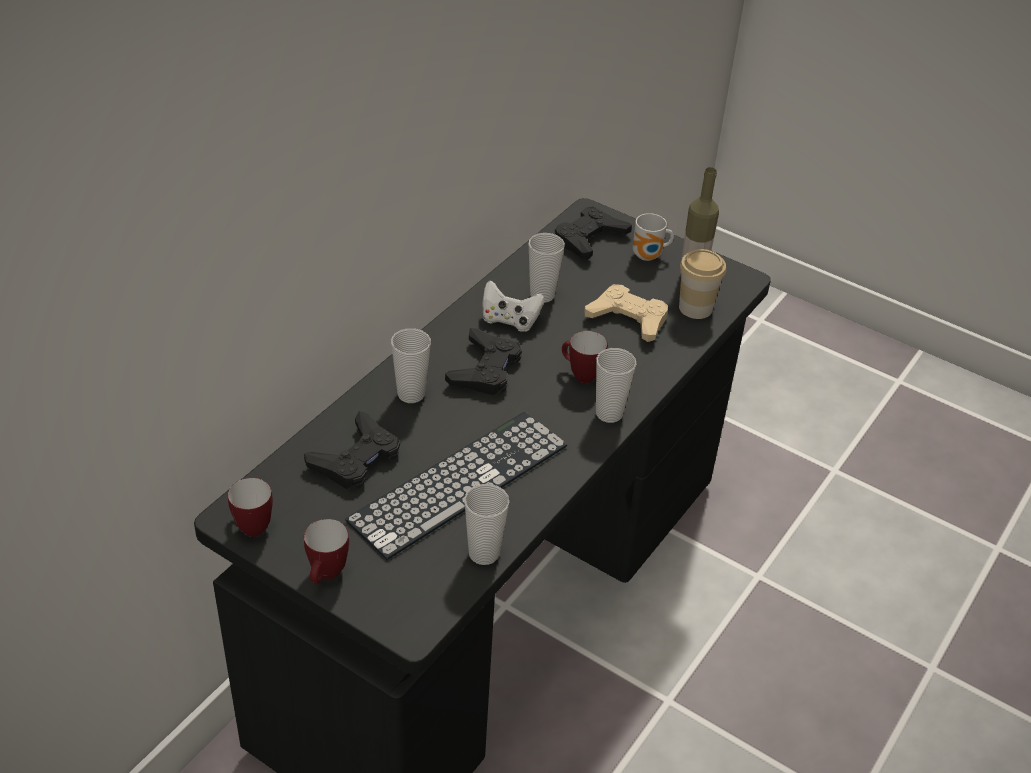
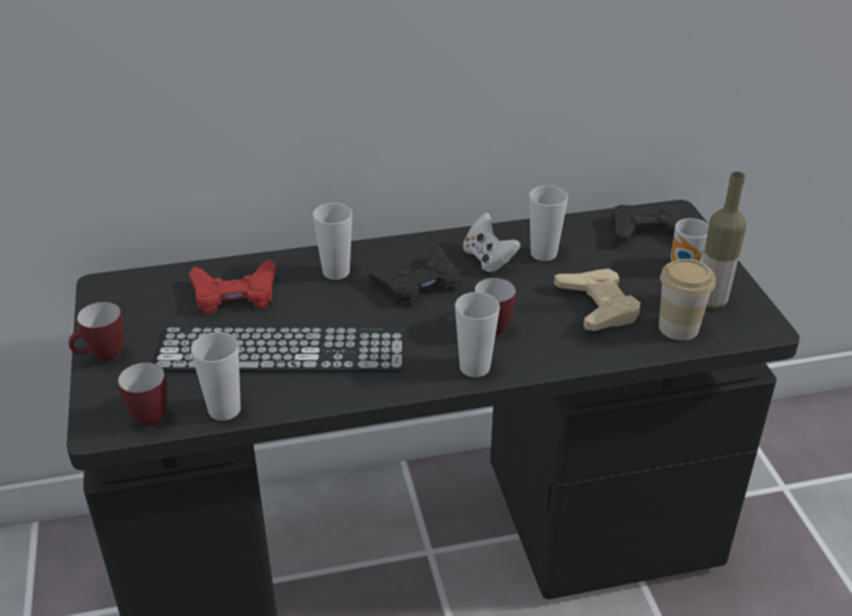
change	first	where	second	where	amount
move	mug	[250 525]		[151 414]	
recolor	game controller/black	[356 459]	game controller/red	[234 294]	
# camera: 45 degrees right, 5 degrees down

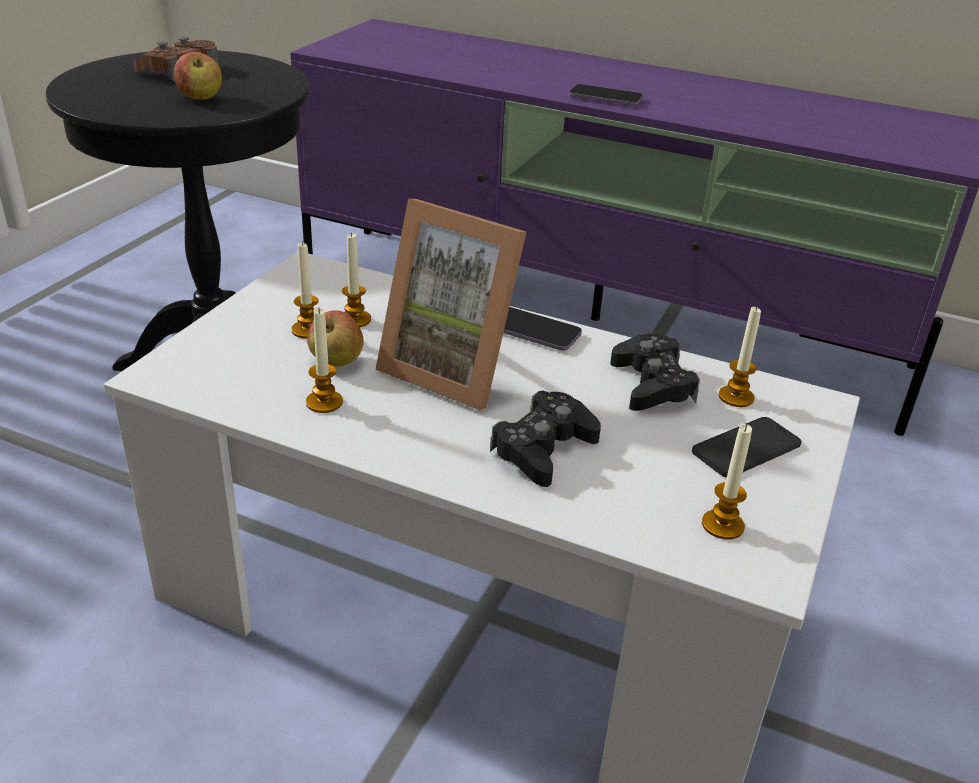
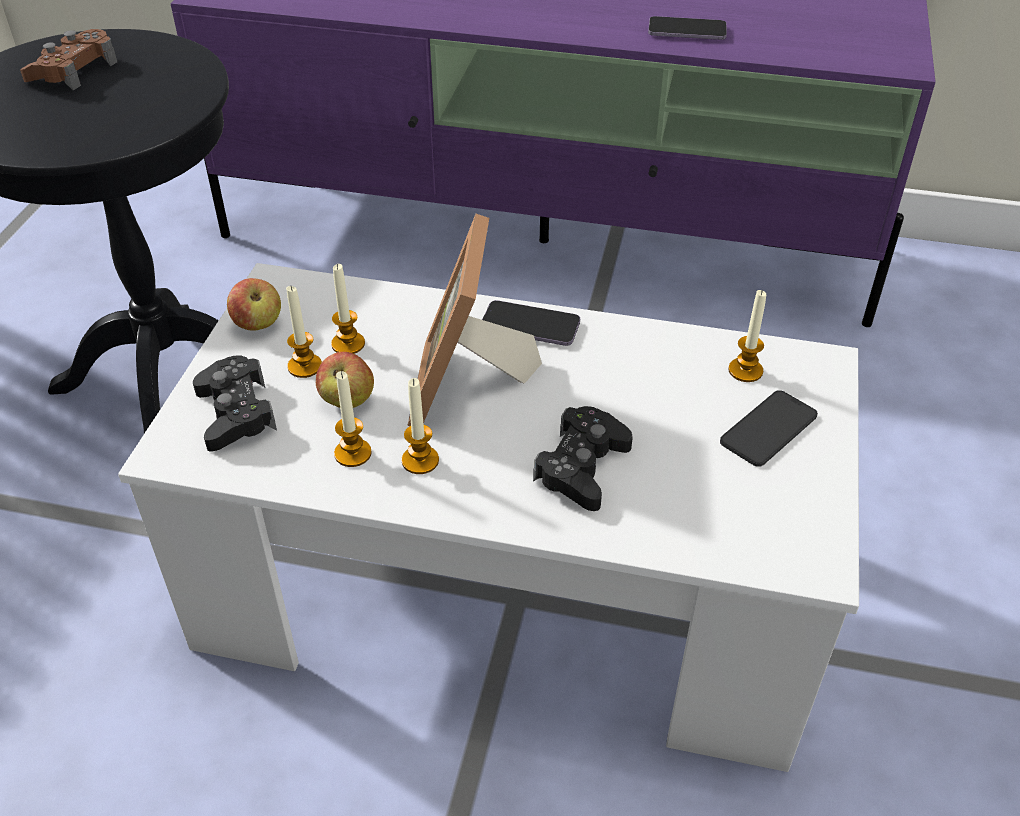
change	first	where	second	where	amount
move	game controller/black	[652 384]		[235 413]	
move	apple	[200 98]		[258 324]	
move	candle	[722 525]		[420 460]	
rotate	picture frame	[454 369]		[468 388]	75 degrees clockwise
move	phone	[605 98]		[687 31]	
# camera: 10 degrees left, 10 degrees up

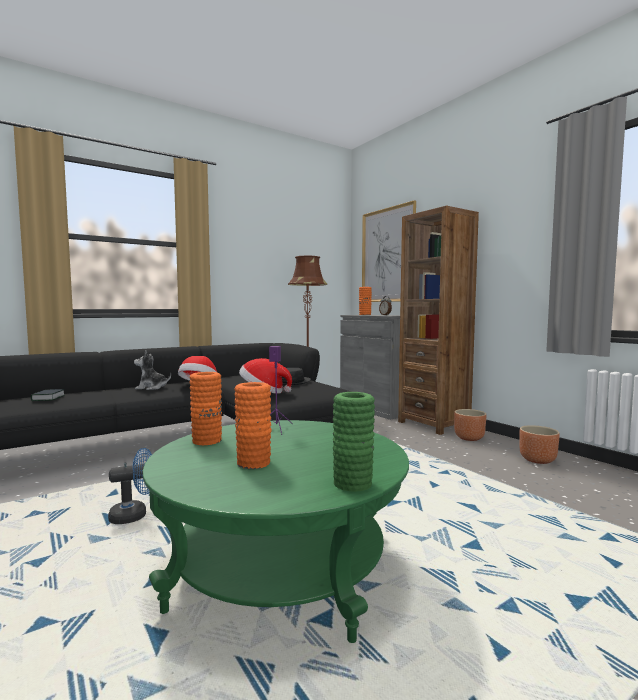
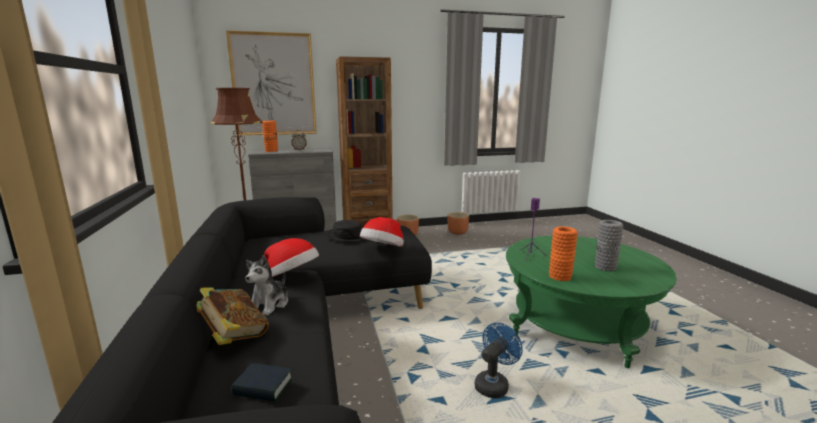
change	first	where	second	where	amount
insert			book	[234 336]	
rotate	fan/blue	[134 515]		[494 384]	45 degrees clockwise
recolor	vase/orange	[253 462]	vase/grey	[605 267]	
delete	vase/green	[353 483]			
# camera: 70 degrees left, 10 degrees up

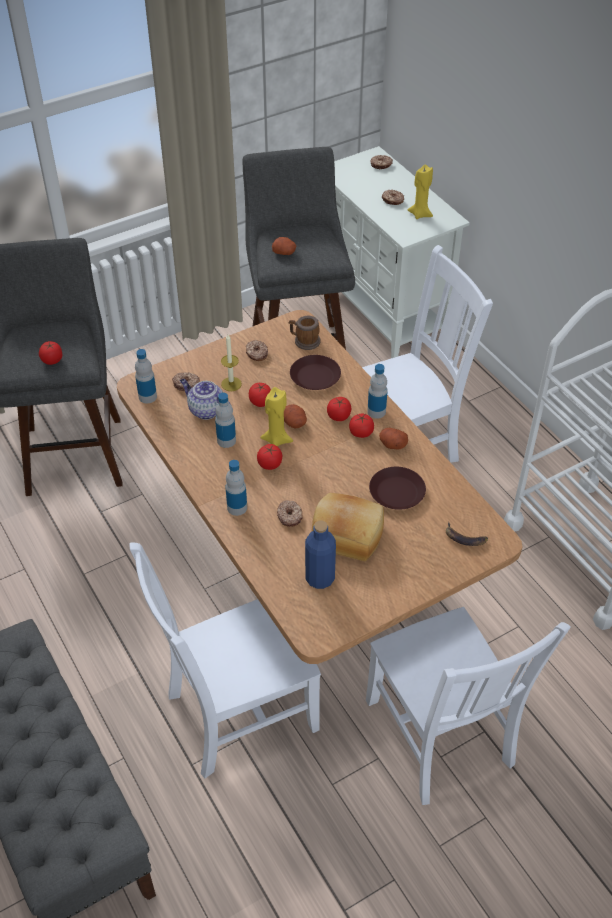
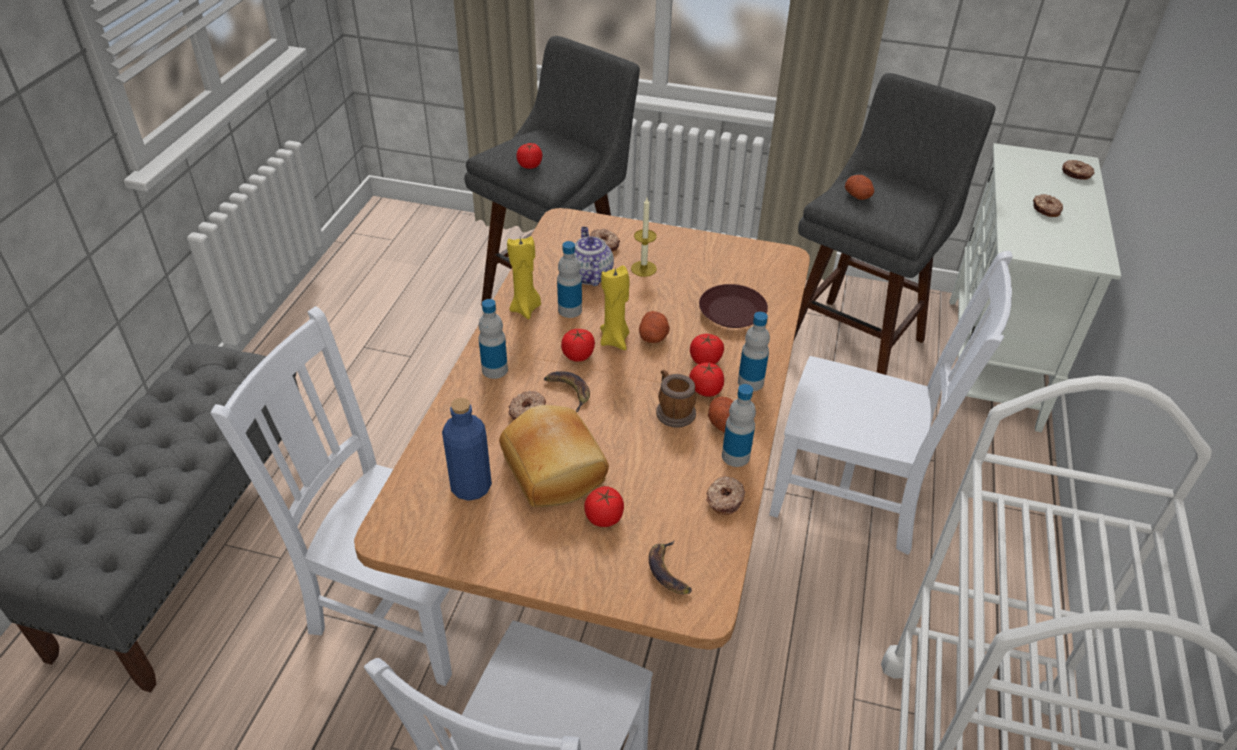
change	first	where	second	where	amount
move	candle/yellow	[420 214]		[526 308]	
insert			banana	[568 391]	
move	tomato	[260 402]		[604 517]	
move	mug	[304 341]		[673 410]	
move	donut	[256 354]		[724 499]	
move	bottle	[147 397]		[735 456]	
delete	plate/brown	[397 493]			
# camera: 45 degrees right, 5 degrees down

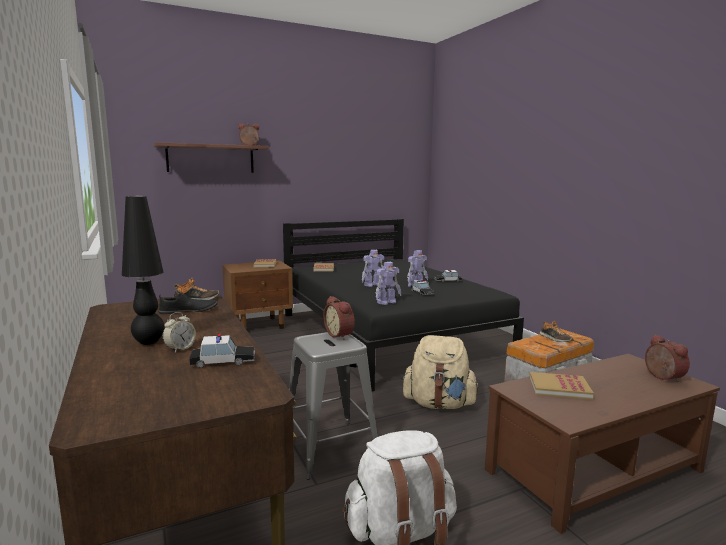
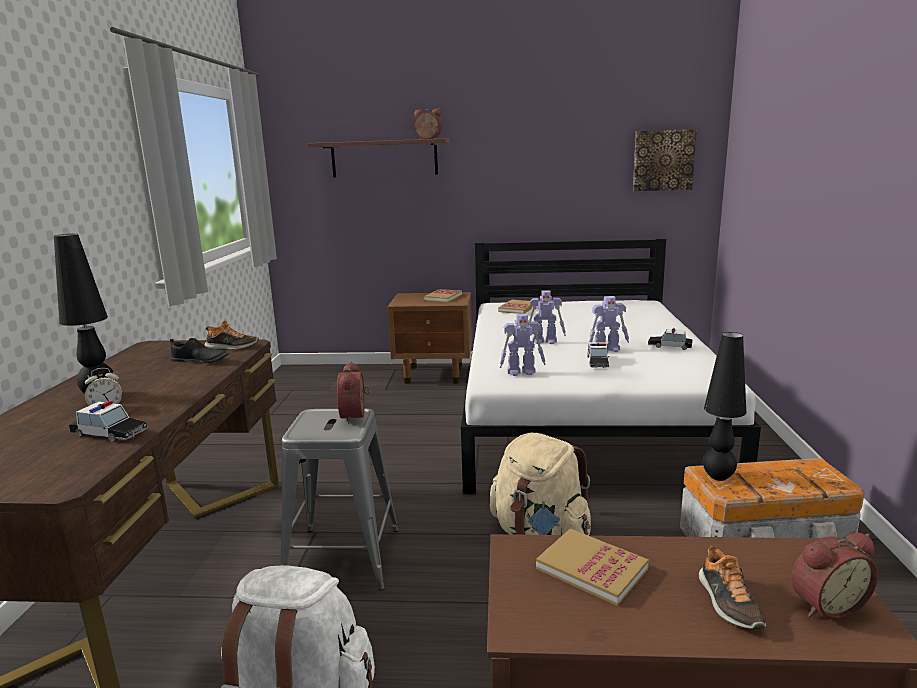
change	first	where	second	where	amount
recolor	bed/black	[388 335]	bed/white	[582 415]	
insert			picture	[663 160]	
move	shoe	[555 338]		[728 603]	
insert			table lamp/black	[717 477]	
rotate	alarm clock	[662 377]		[825 604]	60 degrees clockwise
# camera: 30 degrees right, 5 degrees up

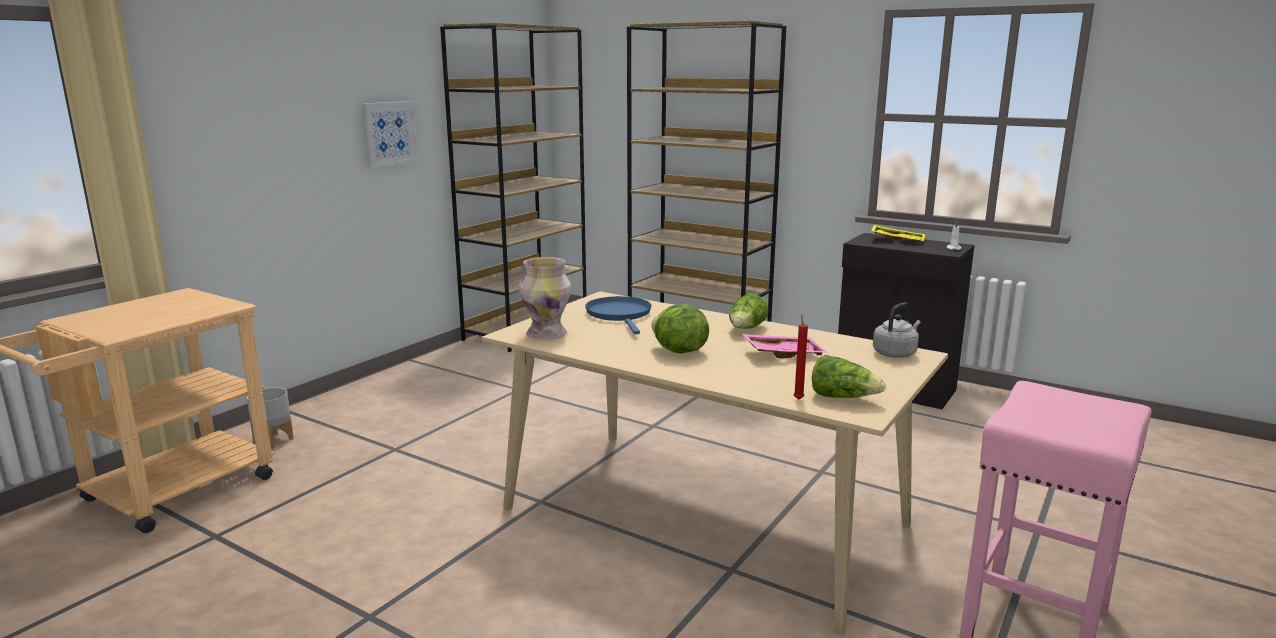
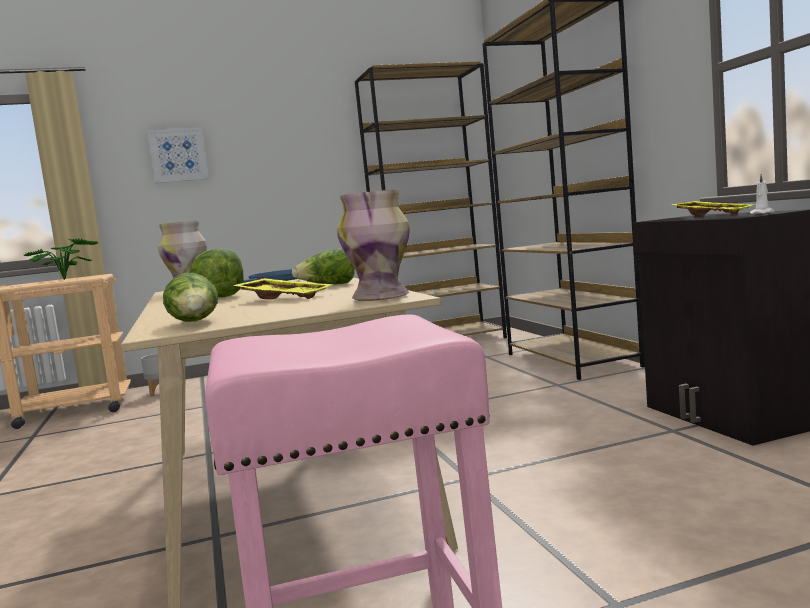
change	first	where	second	where	amount
insert			potted plant	[67 279]	
move	picture	[389 133]		[178 155]	
recolor	tray/pink	[783 353]	tray/yellow	[285 298]	
replace	kettle/grey	[896 353]	vase	[382 297]	
delete	candle/red	[798 399]			
# camera: 40 degrees right, 10 degrees down

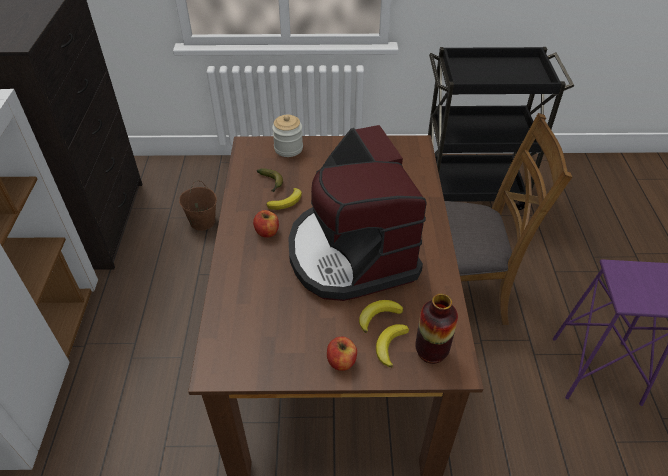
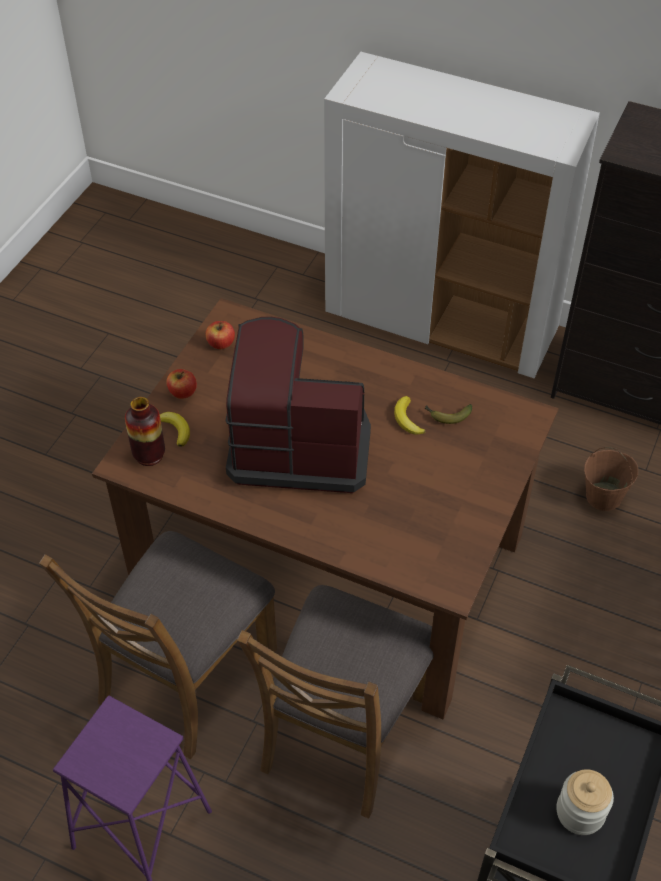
change	first	where	second	where	amount
insert			chair/brown	[185 676]	
move	apple	[267 232]		[221 343]	
move	jar	[288 148]		[580 812]	
delete	banana	[378 316]			
# camera: 115 degrees right, 5 degrees up

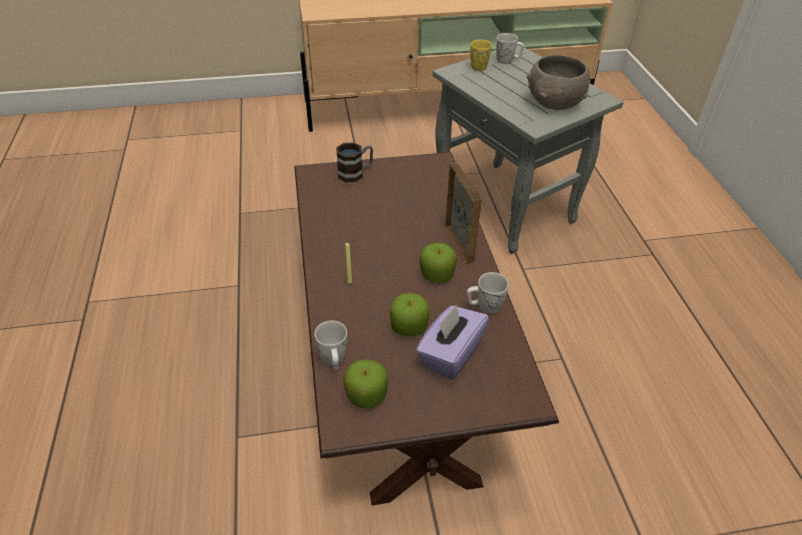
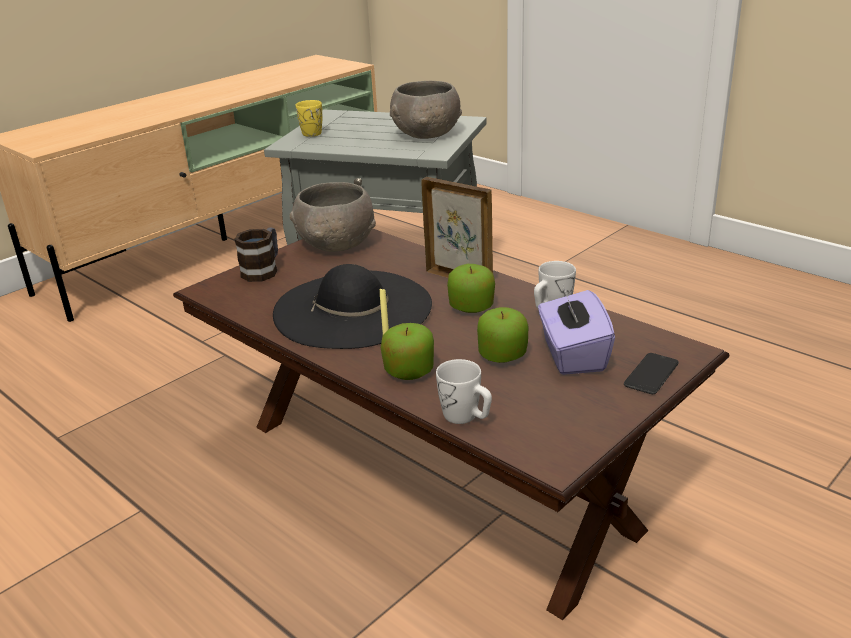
change	first	where	second	where	amount
insert			hat/black	[353 309]	
insert			bowl/grey	[336 244]	
move	apple	[366 394]		[409 371]	
insert			phone	[651 374]	
delete	mug/white	[507 60]			
# camera: 35 degrees left, 15 degrees down

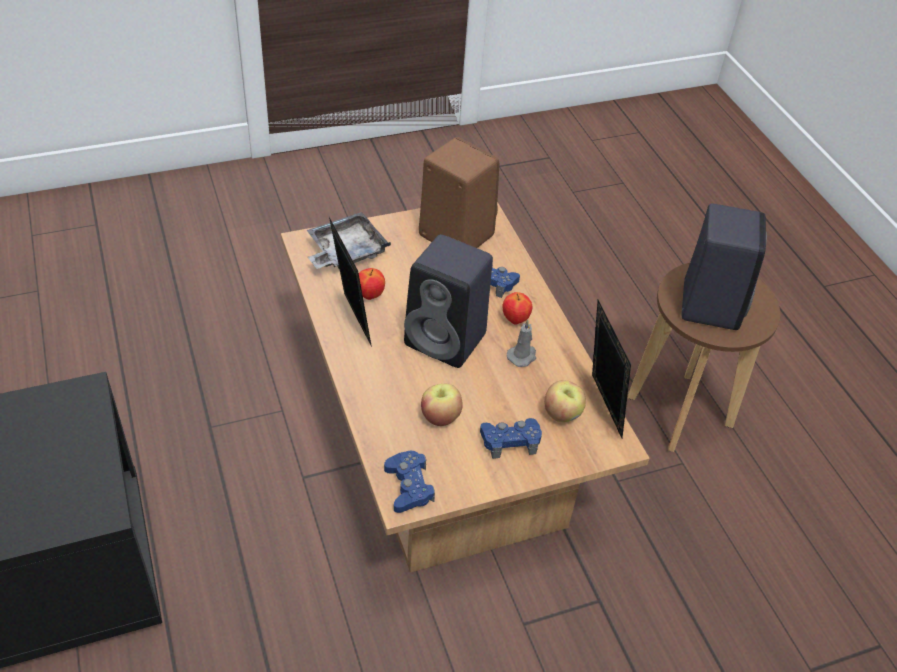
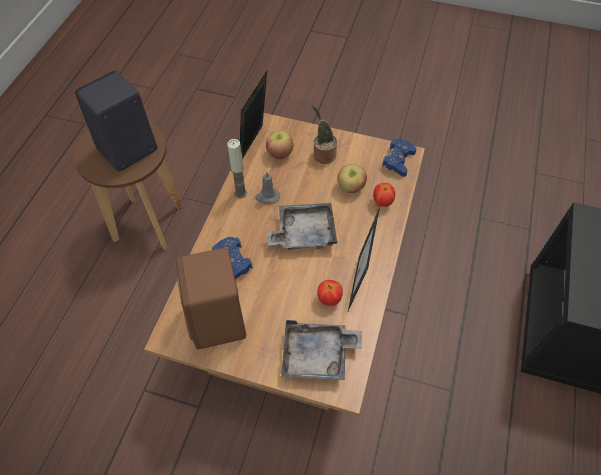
change	first	where	second	where	amount
insert			candle	[240 193]	
replace	speaker/black	[448 340]	tray/grey	[304 233]	
replace	game controller/blue	[510 441]	potted plant	[323 154]	
move	apple	[515 319]		[382 202]	
# camera: 140 degrees left, 10 degrees up

